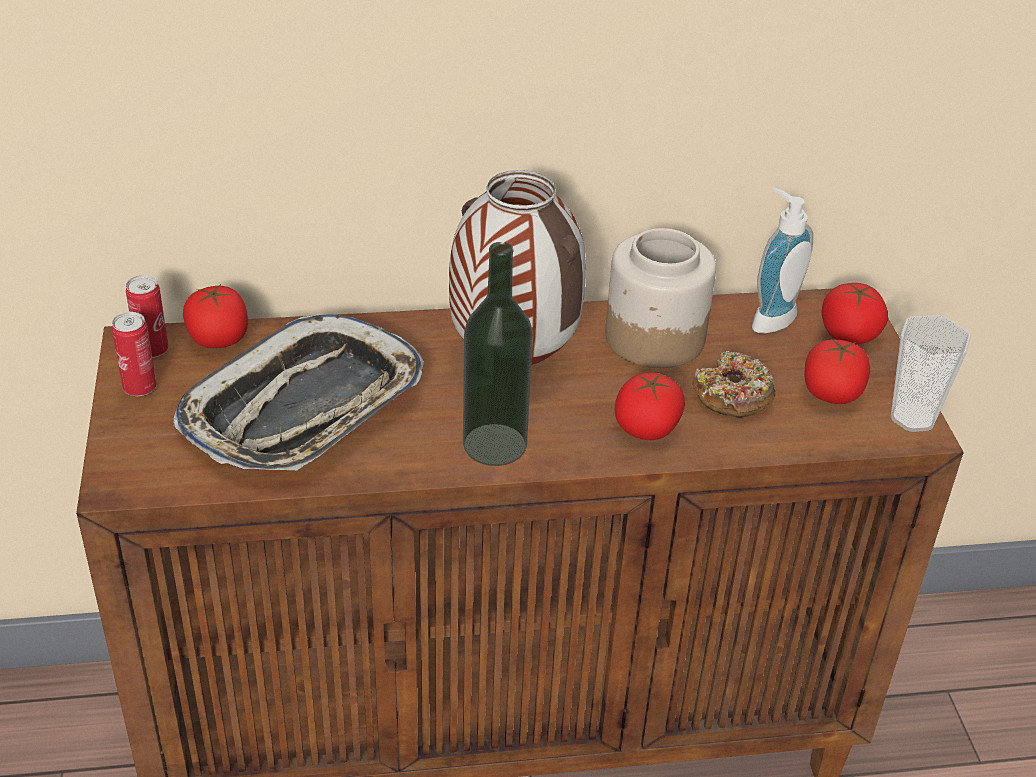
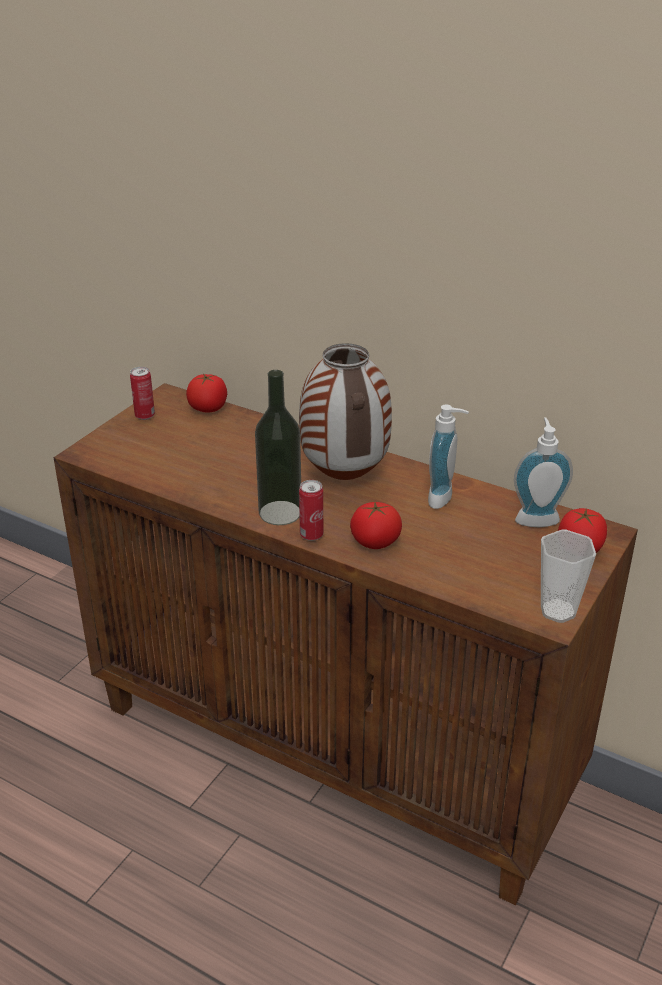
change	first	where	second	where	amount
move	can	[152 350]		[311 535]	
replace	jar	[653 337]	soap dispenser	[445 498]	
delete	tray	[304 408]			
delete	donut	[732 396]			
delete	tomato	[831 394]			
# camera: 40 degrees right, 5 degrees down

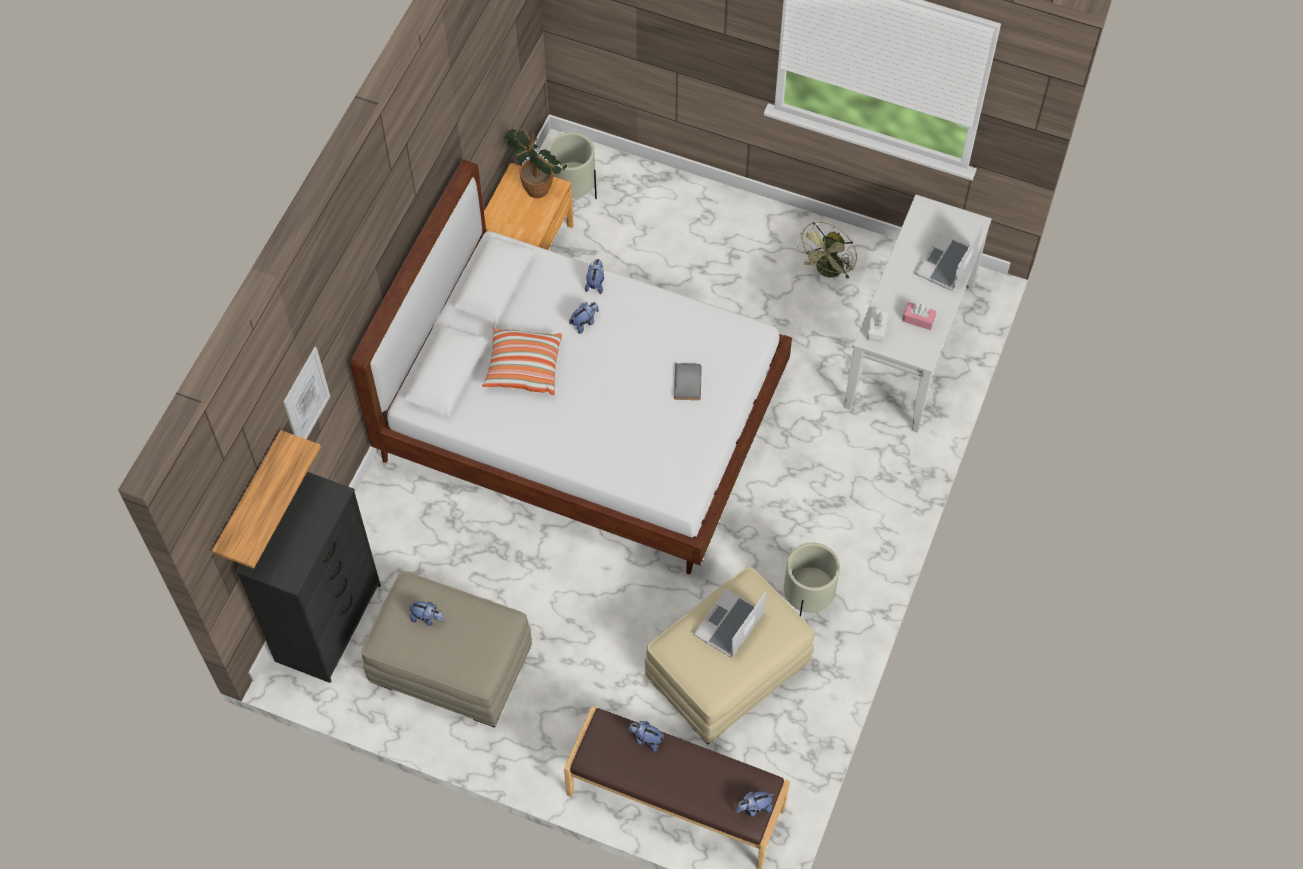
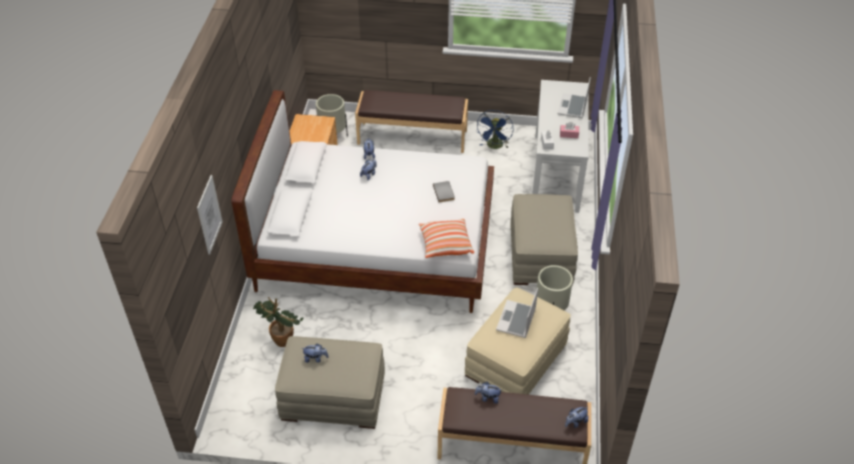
change	first	where	second	where	amount
move	potted plant	[535 184]		[280 337]	
insert			bench/brown	[412 136]	
move	pillow	[523 368]		[445 244]	
recolor	fan/green	[827 272]	fan/blue	[494 146]	
insert			ottoman/beige	[541 255]	
delete	shelf	[250 499]			
delete	dresser/black	[329 622]			
# camera: 15 degrees left, 15 degrees down

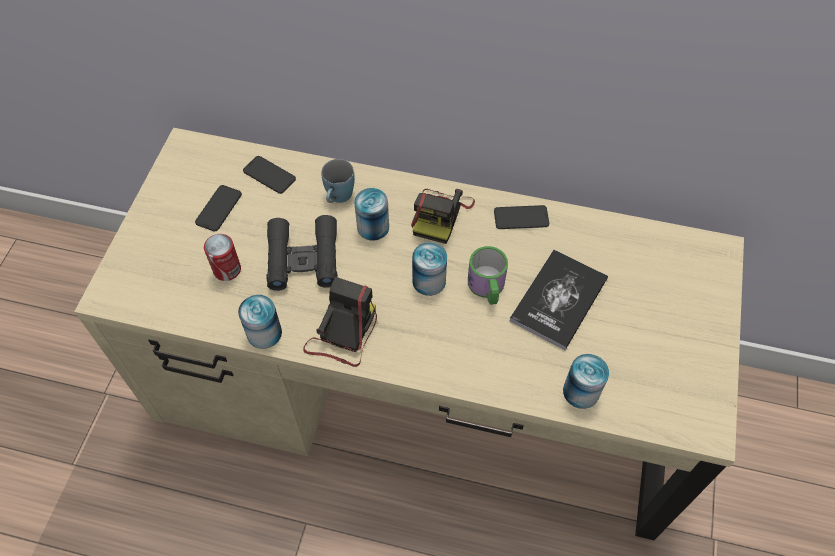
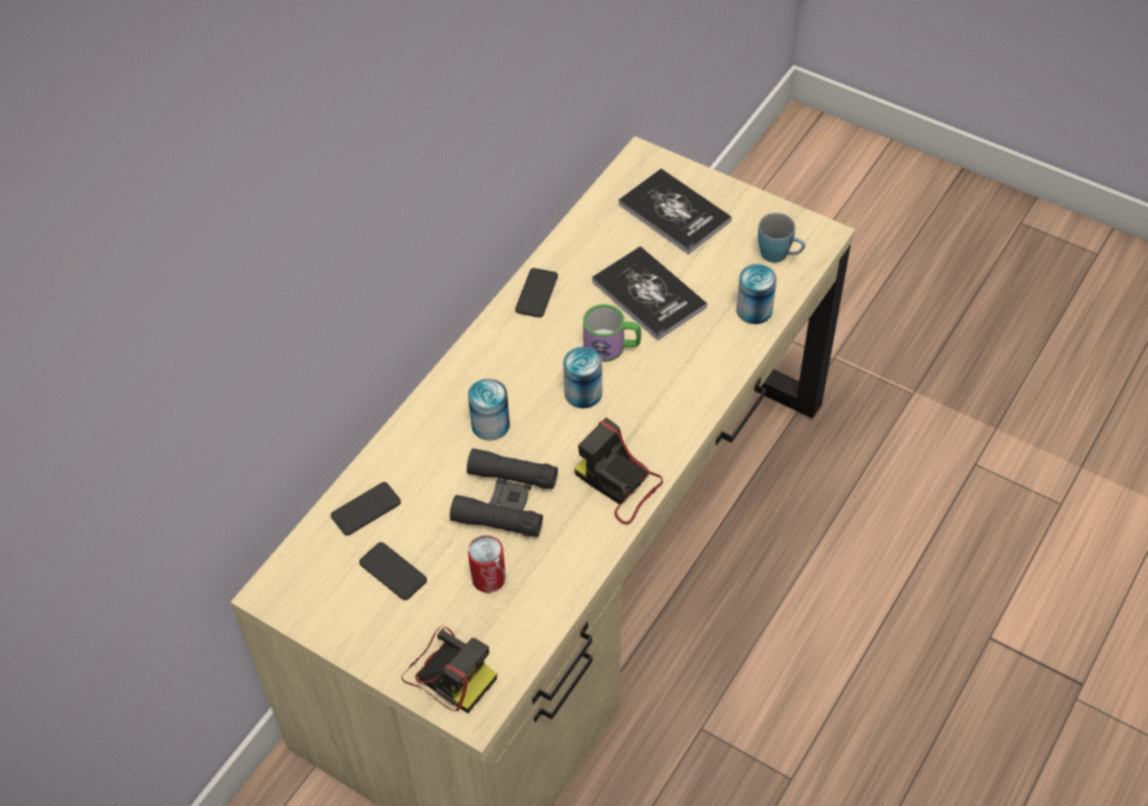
change	first	where	second	where	amount
move	photo camera	[440 215]		[449 672]	
insert			book	[674 213]	
move	mug/blue	[338 198]		[780 255]	
delete	can	[264 333]			
# camera: 70 degrees left, 5 degrees down

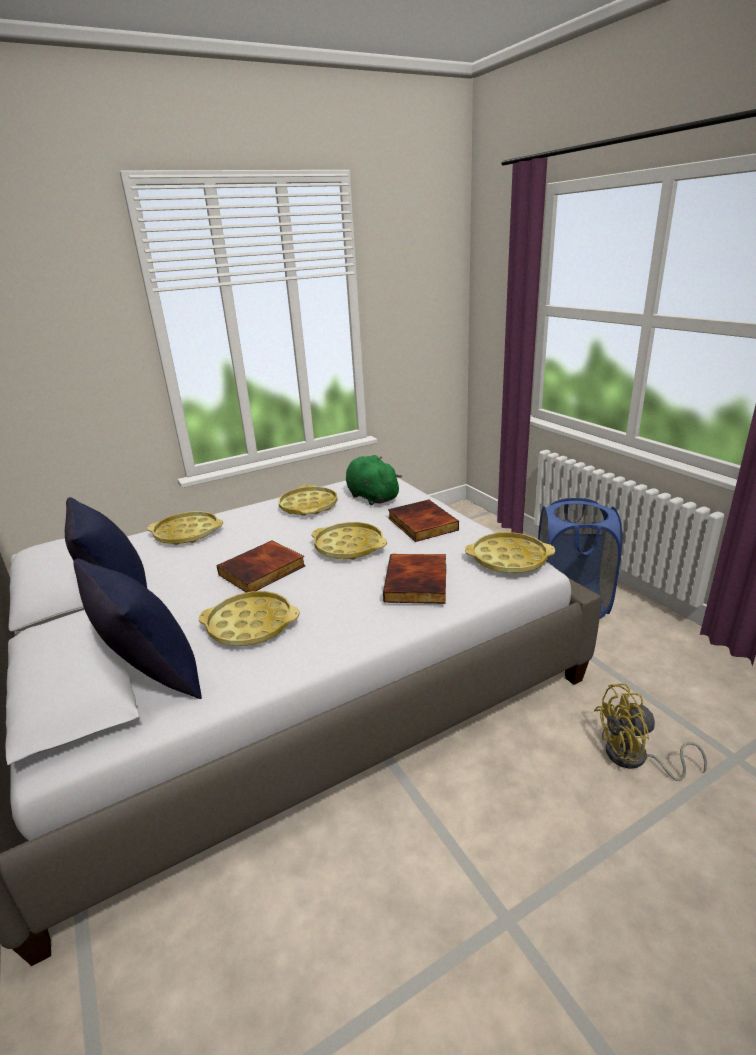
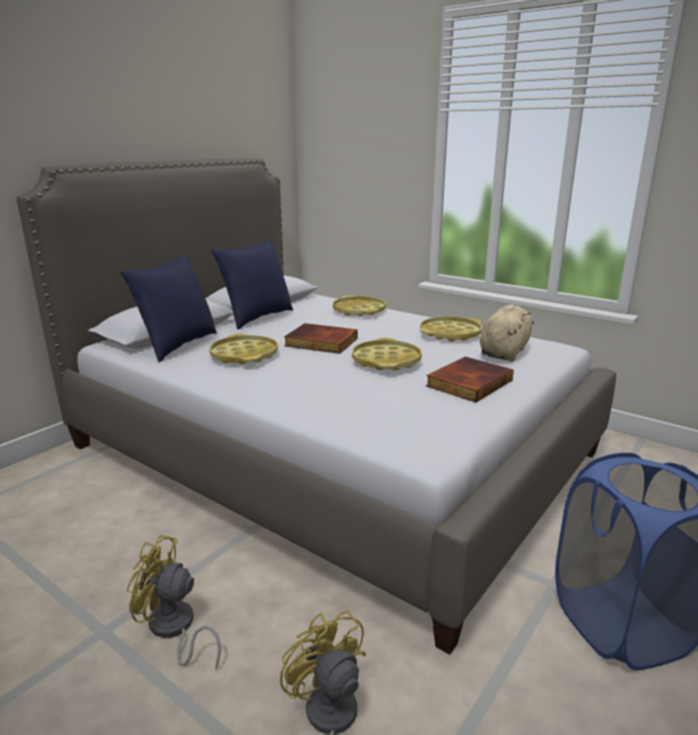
change	first	where	second	where	amount
insert			fan/yellow	[174 630]	
recolor	plush toy/green	[371 497]	plush toy/beige	[504 352]	
delete	book	[418 582]			
delete	tray/yellow	[508 559]			
# camera: 65 degrees right, 5 degrees down

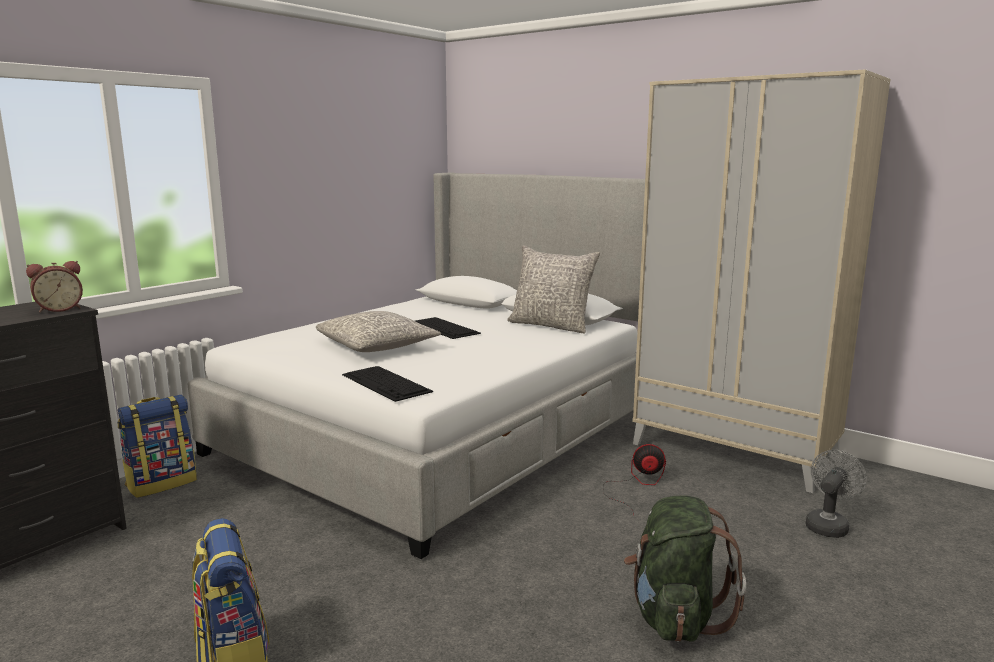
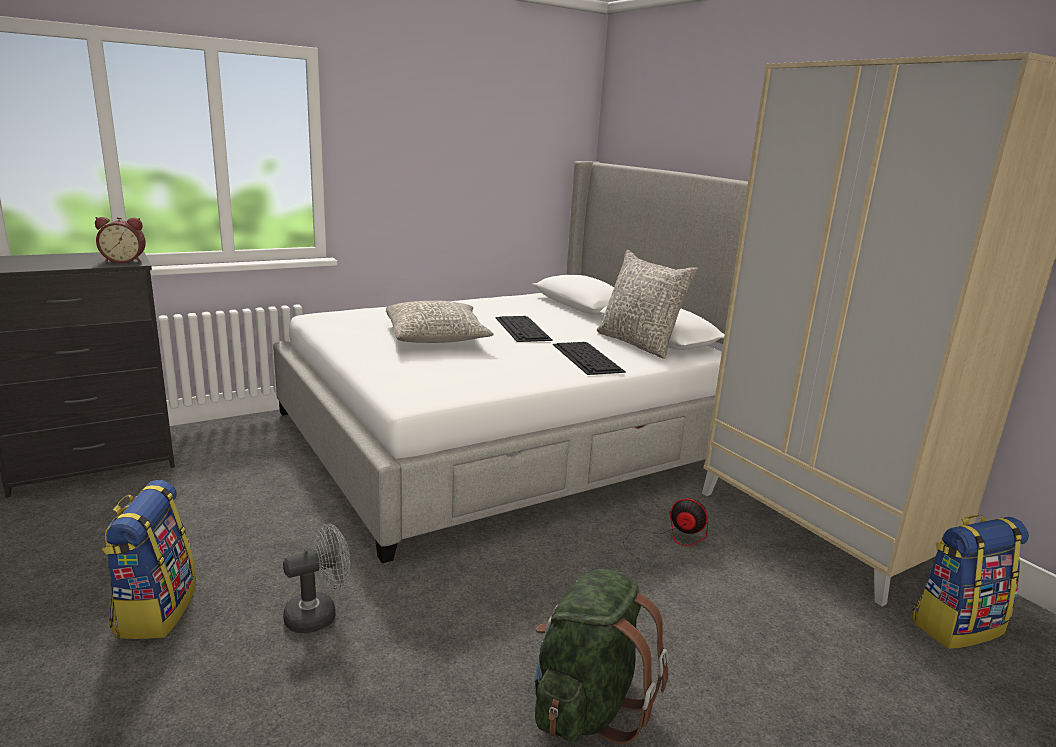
change	first	where	second	where	amount
move	fan/grey	[828 525]		[319 614]	
move	keyboard	[387 383]		[588 358]	
move	backpack	[162 483]		[956 626]	
# camera: 20 degrees right, 5 degrees up

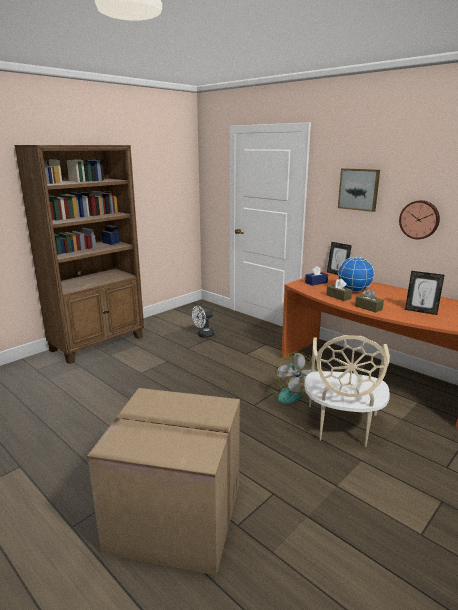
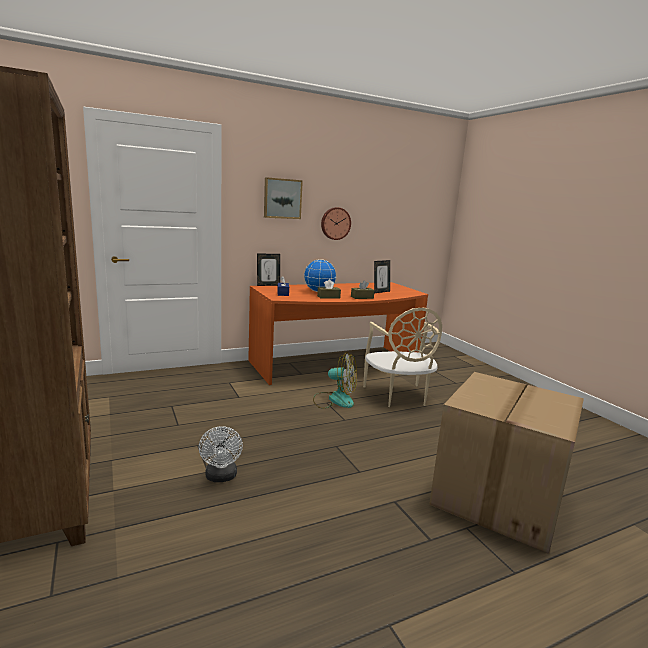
change	first	where	second	where	amount
move	fan/white	[203 335]		[221 477]	
rotate	chair/beige	[341 426]		[398 396]	45 degrees clockwise
# camera: 70 degrees left, 5 degrees down

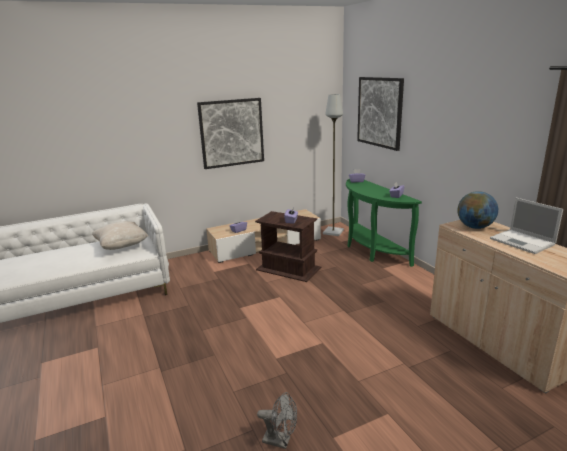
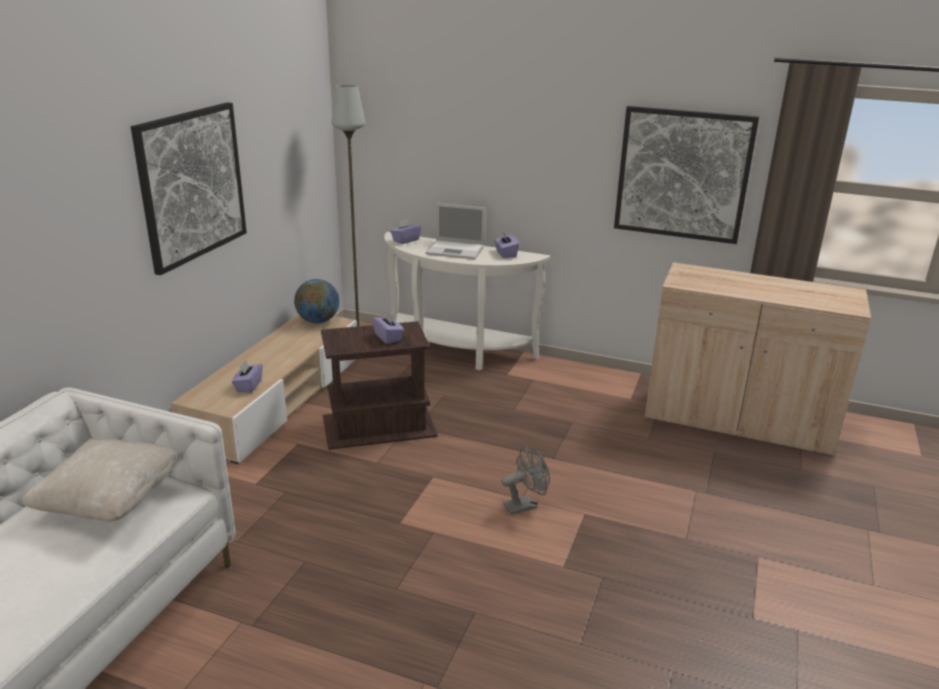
change	first	where	second	where	amount
move	globe	[475 227]		[318 321]	
recolor	console table/green	[371 250]	console table/white	[455 352]	
move	laptop	[523 242]		[456 250]	
move	fan/grey	[280 441]		[525 505]	
move	picture	[379 112]		[682 174]	
# camera: 45 degrees left, 5 degrees up

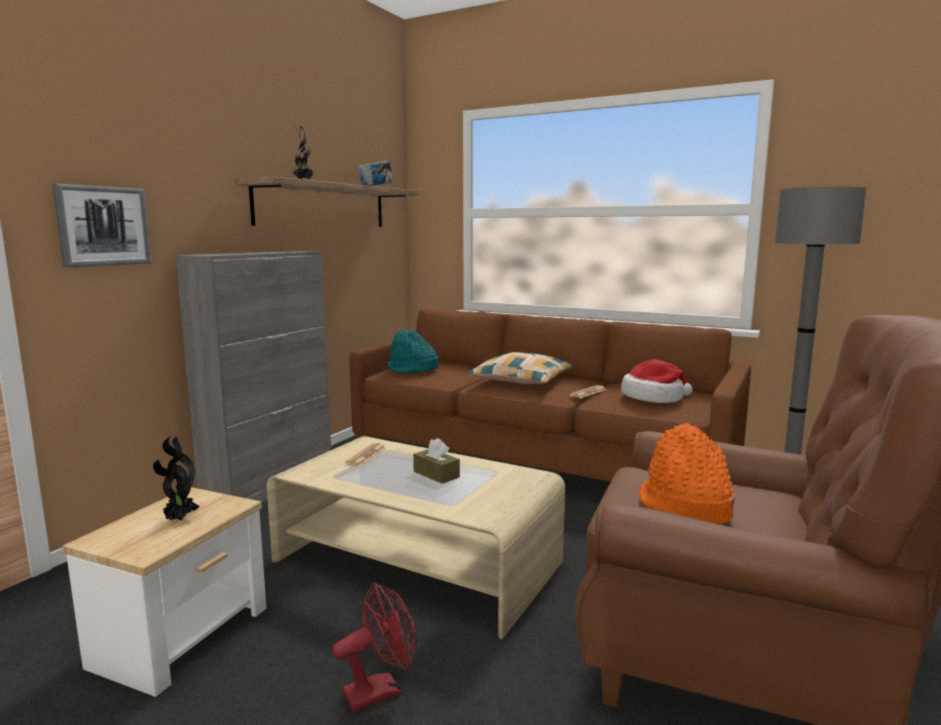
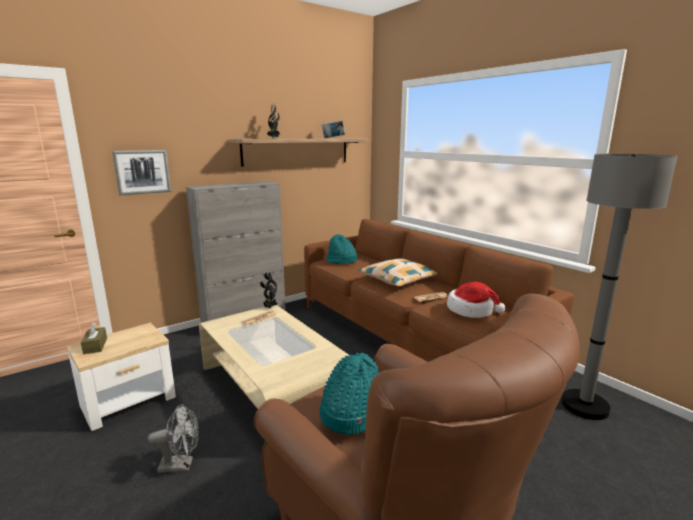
change	first	where	second	where	amount
move	tissue box/brown	[436 474]		[95 346]	
recolor	fan/red	[380 690]	fan/grey	[181 465]	
move	potted plant	[179 519]		[270 307]	
recolor	hat/orange	[684 506]	hat/turquoise	[350 412]	
# camera: 25 degrees right, 5 degrees up

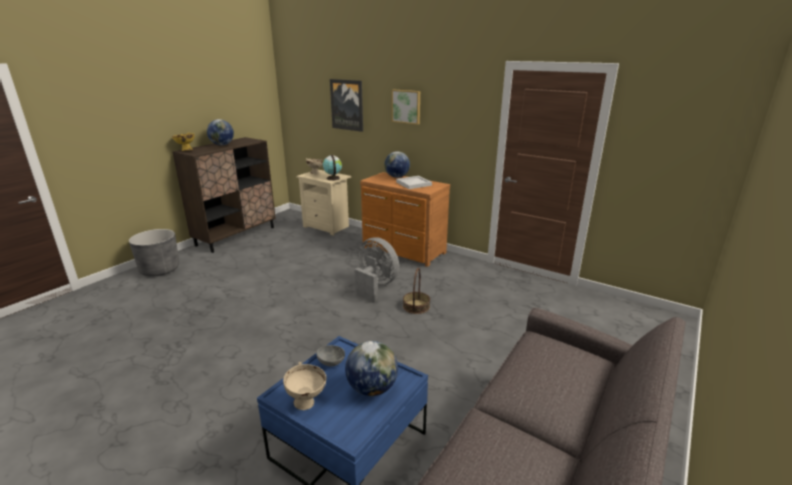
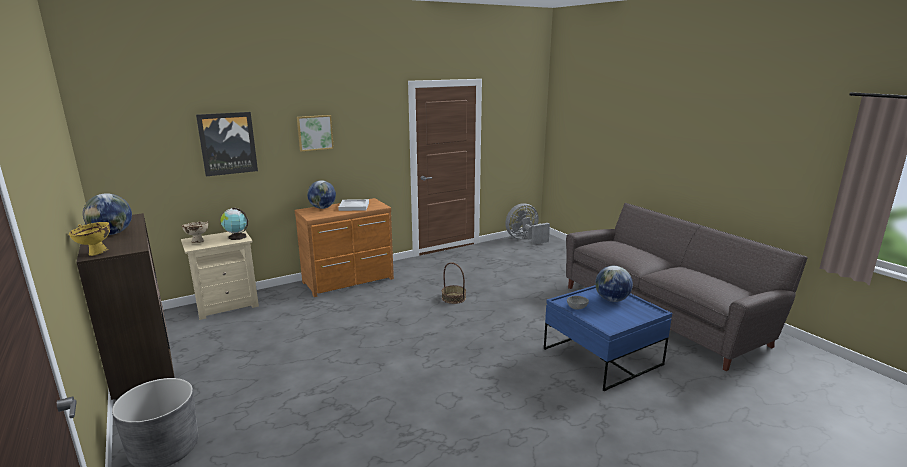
change	first	where	second	where	amount
move	fan/grey	[375 285]		[525 239]	
delete	bowl/beige	[307 403]			
# camera: 65 degrees left, 5 degrees down

